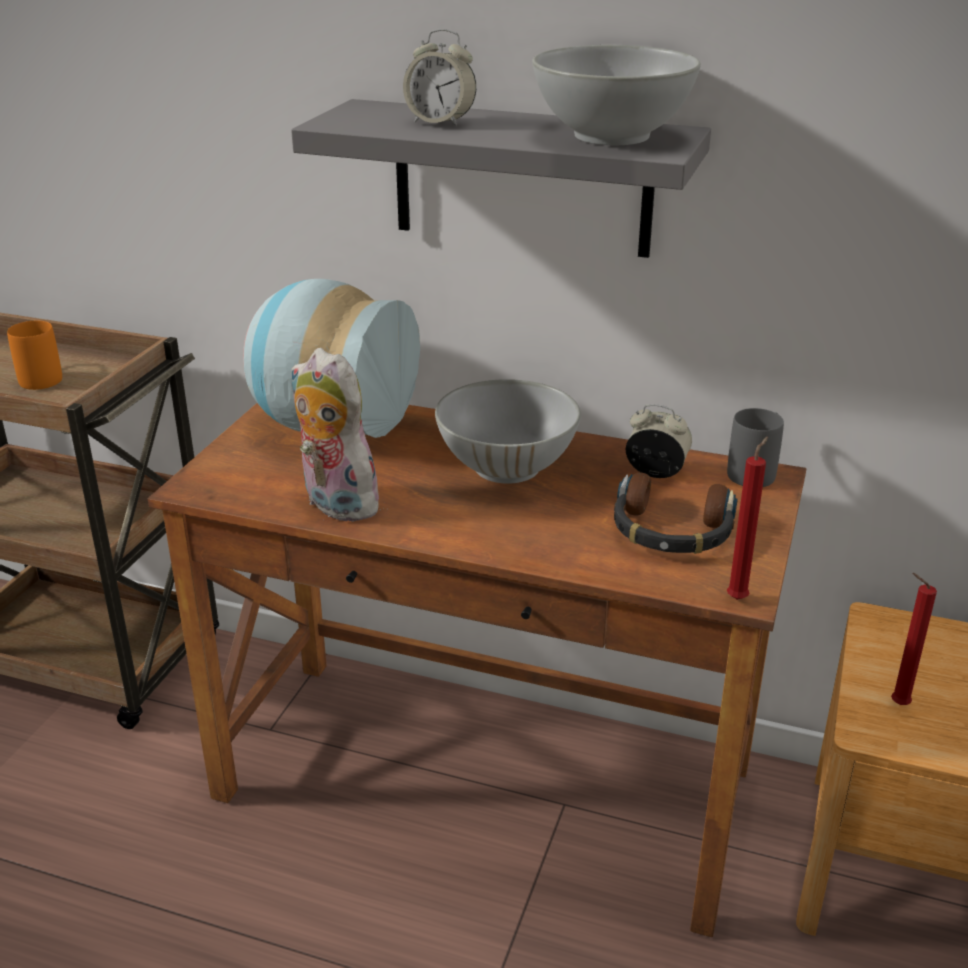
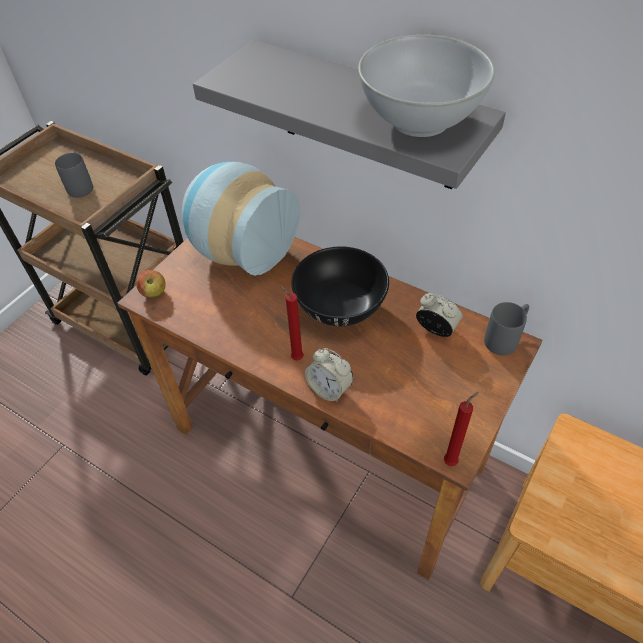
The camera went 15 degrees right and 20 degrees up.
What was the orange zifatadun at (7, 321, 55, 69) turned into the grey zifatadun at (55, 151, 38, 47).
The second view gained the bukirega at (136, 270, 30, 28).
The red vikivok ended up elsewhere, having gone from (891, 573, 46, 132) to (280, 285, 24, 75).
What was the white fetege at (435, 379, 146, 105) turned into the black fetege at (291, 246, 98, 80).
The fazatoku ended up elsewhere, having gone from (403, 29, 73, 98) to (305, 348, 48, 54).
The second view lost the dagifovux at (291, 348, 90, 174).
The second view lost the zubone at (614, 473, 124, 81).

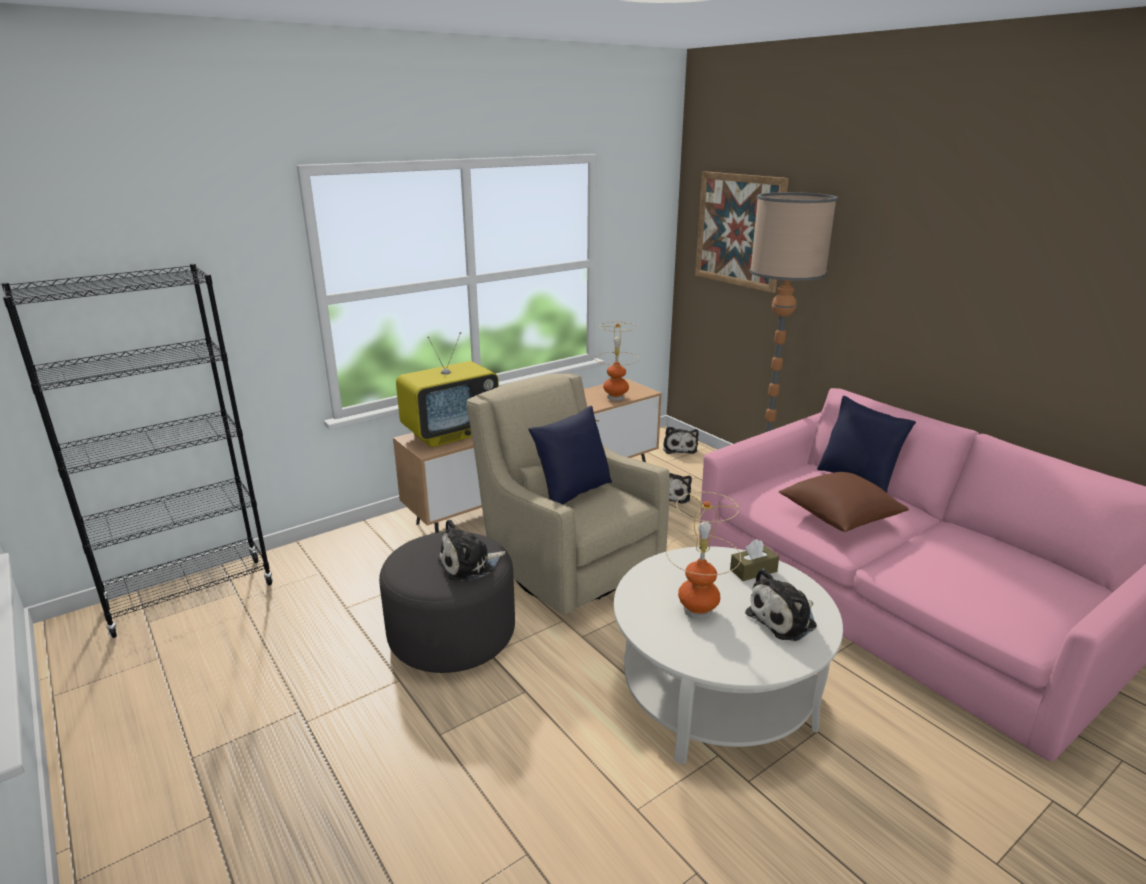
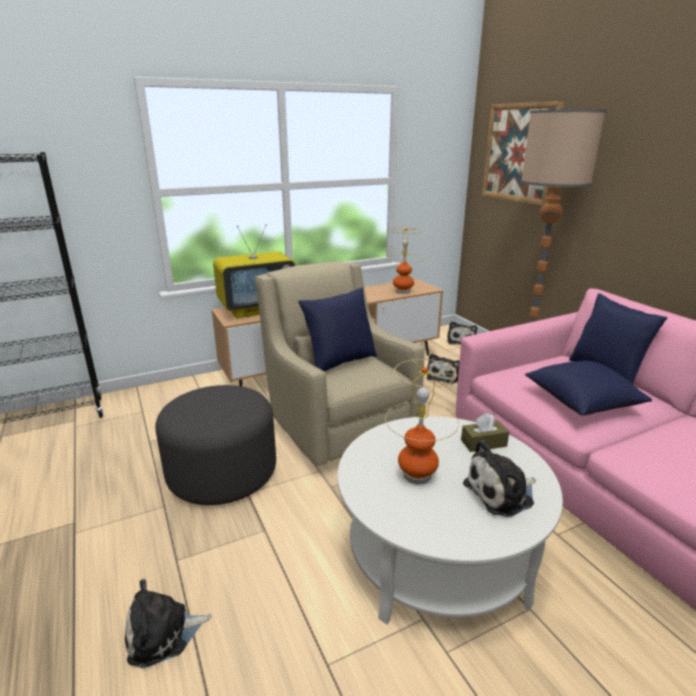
The camera went 10 degrees right and 0 degrees up.
The dagifovux ended up elsewhere, having gone from (438, 519, 67, 63) to (125, 579, 87, 89).
What was the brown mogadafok at (779, 472, 130, 60) turned into the blue mogadafok at (525, 361, 127, 54).

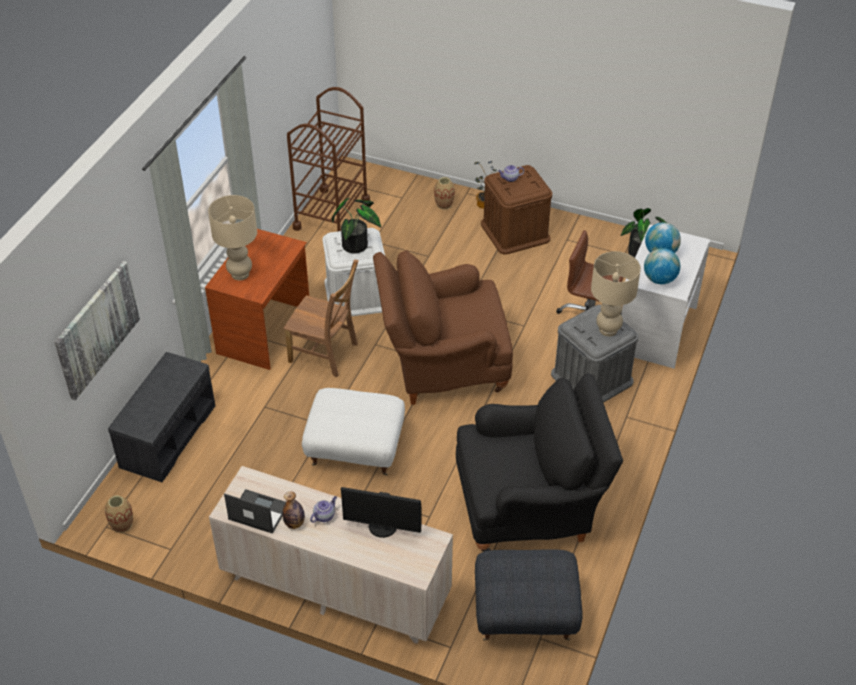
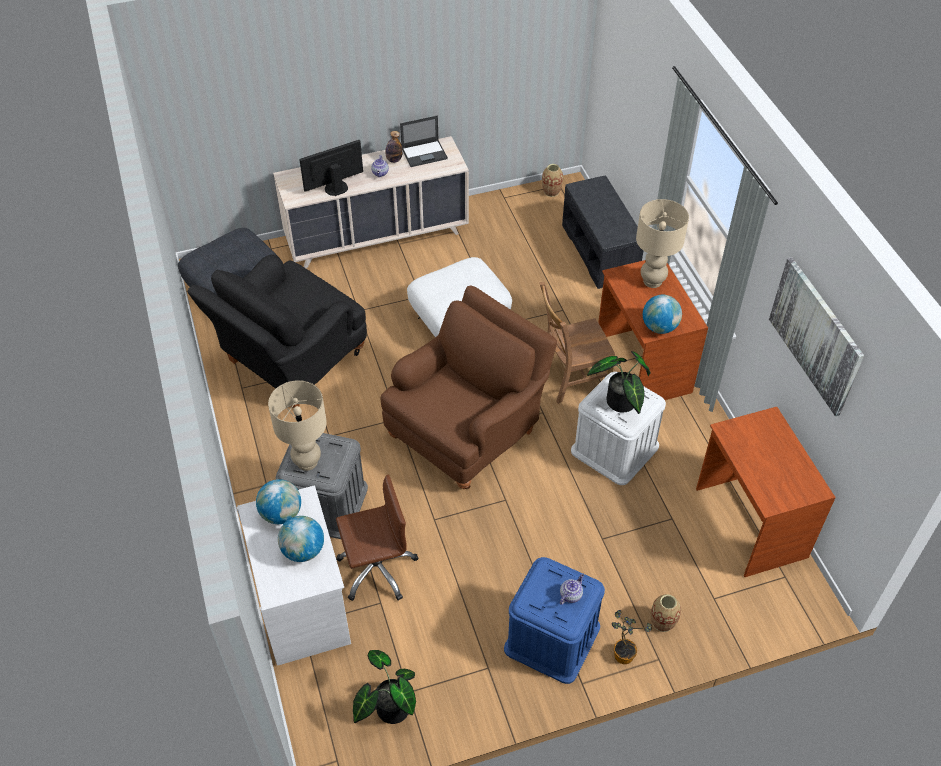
The camera went 140 degrees right and 5 degrees up.
What was the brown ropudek at (481, 165, 71, 90) turned into the blue ropudek at (504, 557, 101, 127).
The second view gained the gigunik at (643, 295, 39, 39).
Where the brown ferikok stood at (287, 87, 83, 144), the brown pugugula came to stand at (696, 407, 140, 170).
The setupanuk ended up elsewhere, having gone from (55, 261, 85, 139) to (769, 257, 95, 159).

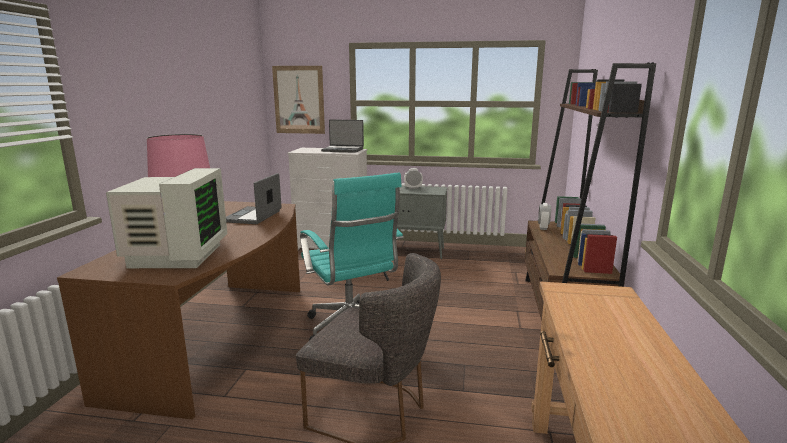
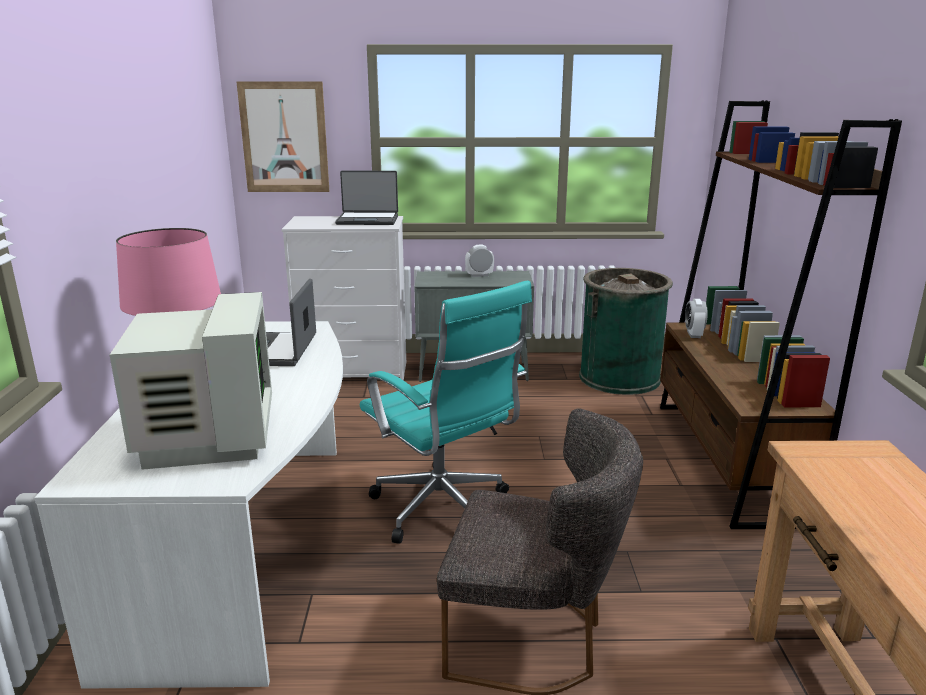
The camera went 10 degrees left and 5 degrees up.
What was the brown pugugula at (57, 201, 243, 219) turned into the white pugugula at (34, 321, 309, 368).
The second view gained the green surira at (579, 268, 94, 127).

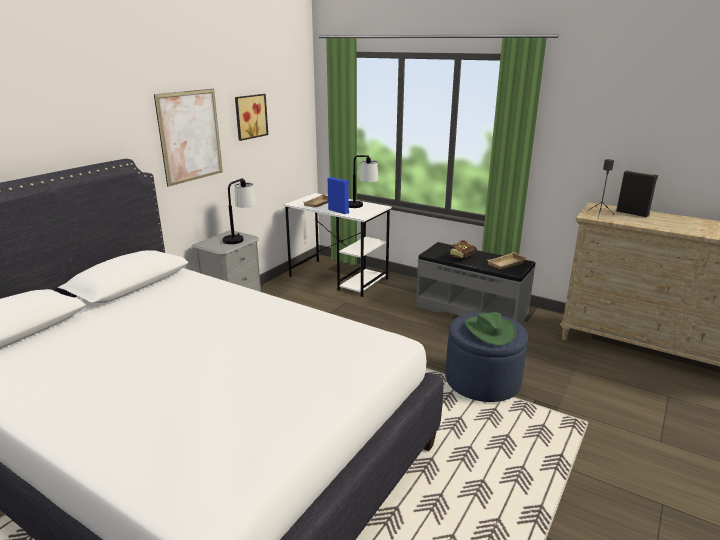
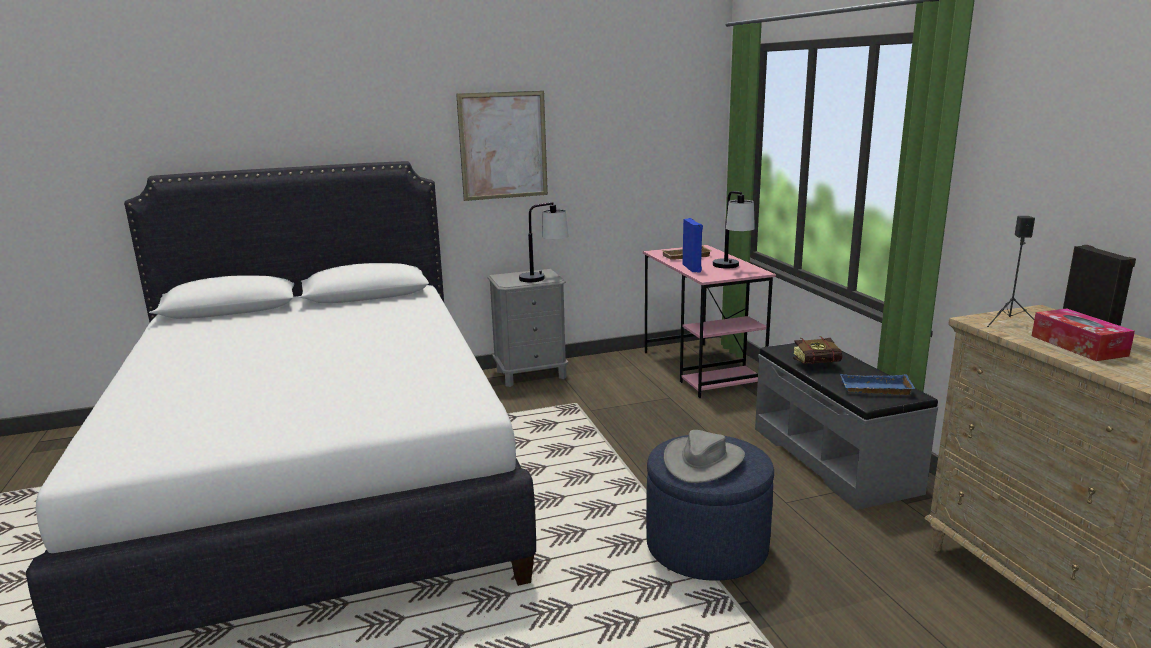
The camera went 40 degrees right and 5 degrees down.
What was the white pugugula at (283, 193, 109, 104) turned into the pink pugugula at (643, 245, 133, 153).
What was the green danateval at (465, 312, 51, 34) turned into the grey danateval at (664, 430, 81, 53).
What was the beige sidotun at (488, 252, 40, 17) turned into the blue sidotun at (840, 374, 76, 21).
The second view gained the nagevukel at (1032, 309, 103, 52).
The second view lost the setupanuk at (235, 94, 33, 47).

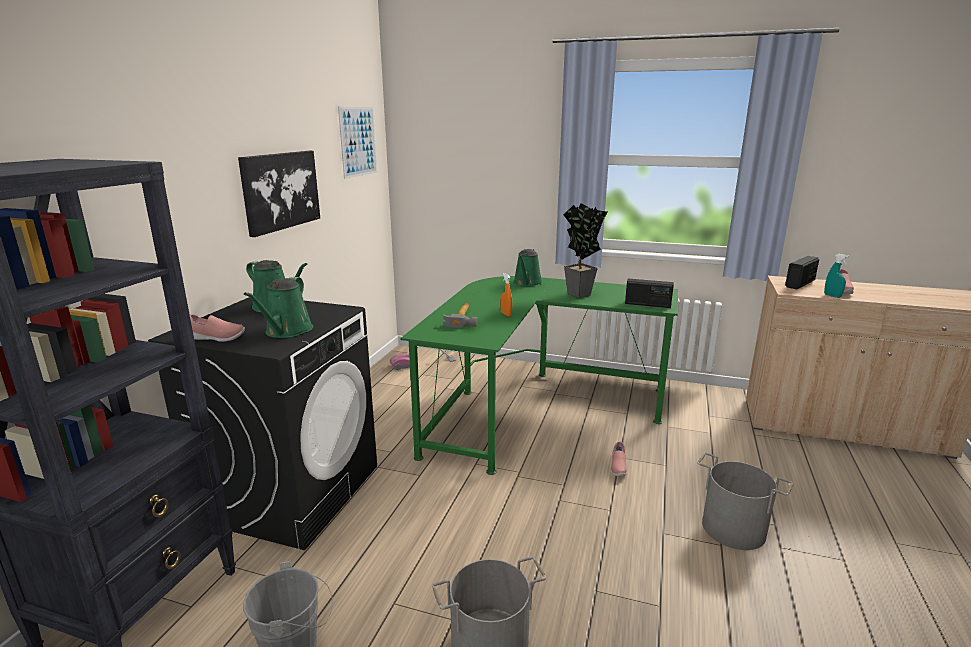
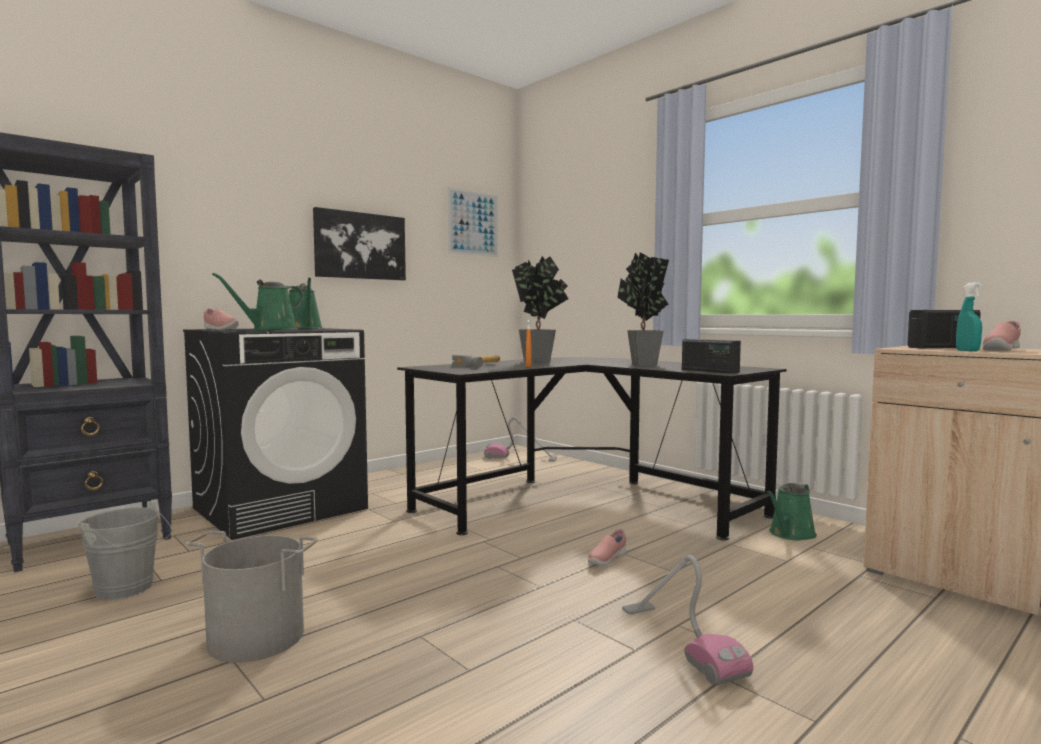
The camera went 30 degrees right and 15 degrees down.
What was the green pugugula at (401, 276, 277, 199) turned into the black pugugula at (397, 357, 390, 183).
The second view gained the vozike at (512, 256, 57, 107).
Where the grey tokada stood at (697, 453, 96, 97), the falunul came to stand at (622, 555, 131, 130).
The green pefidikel ended up elsewhere, having gone from (513, 249, 30, 38) to (766, 483, 51, 58).

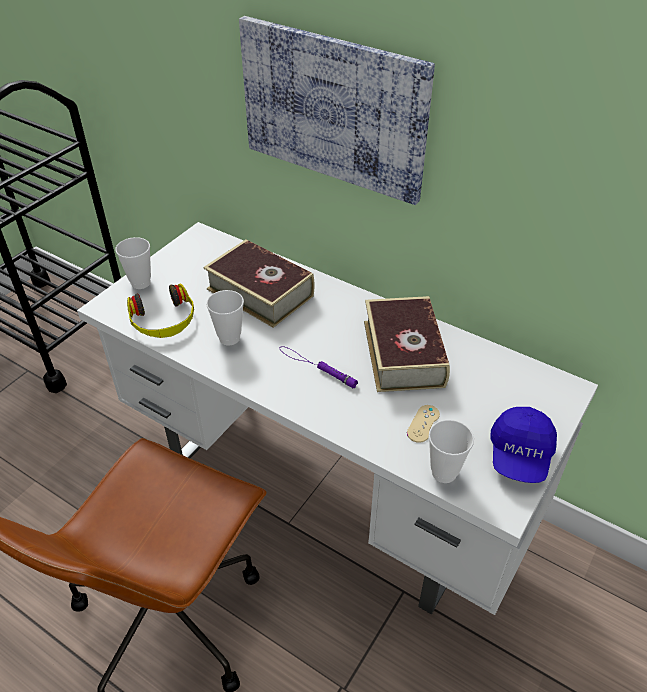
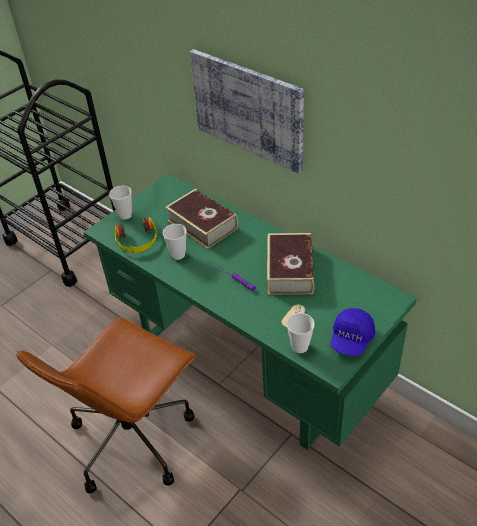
The camera went 10 degrees right and 0 degrees up.
What was the white pugugula at (77, 222, 521, 393) turned into the green pugugula at (83, 174, 334, 276).

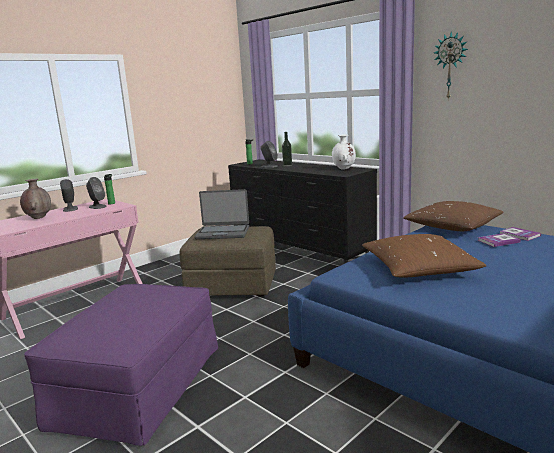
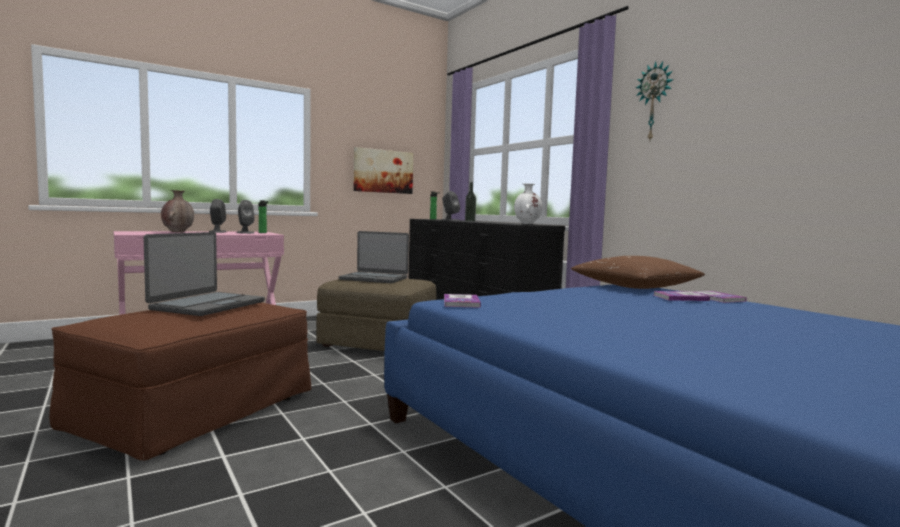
The camera went 10 degrees right and 10 degrees down.
What was the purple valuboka at (24, 284, 194, 162) turned into the brown valuboka at (49, 302, 262, 159).
The second view gained the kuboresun at (144, 232, 121, 84).
The second view gained the setupanuk at (353, 147, 60, 47).
The second view gained the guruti at (444, 294, 37, 14).
The second view lost the brown mogadafok at (362, 234, 124, 44).

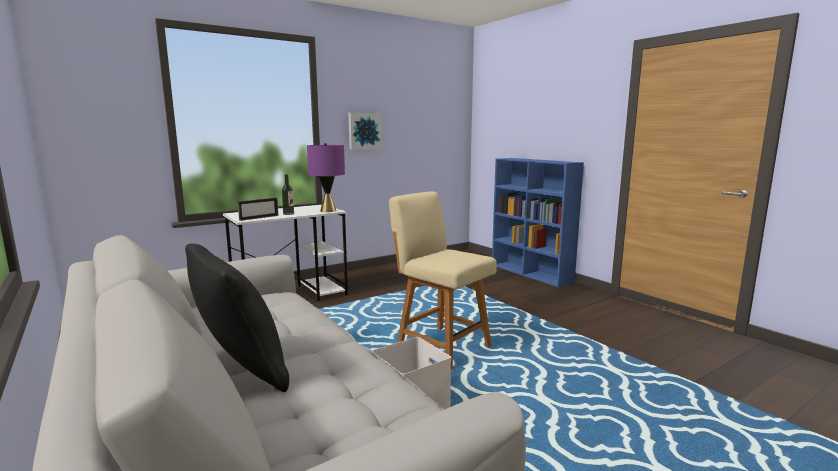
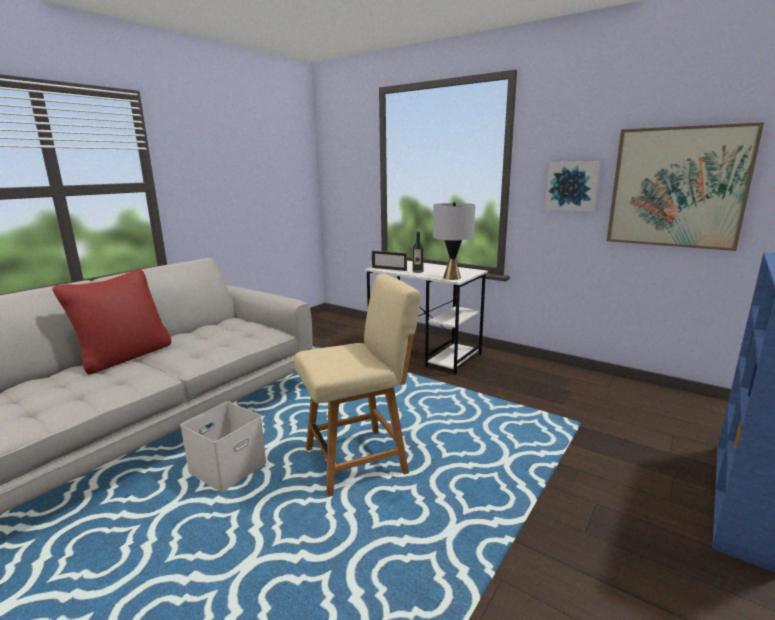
The camera went 70 degrees right and 5 degrees up.
What was the black mogadafok at (185, 244, 104, 148) turned into the red mogadafok at (52, 270, 119, 104).
The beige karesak at (389, 192, 108, 178) ended up facing another way, 45 degrees clockwise from before.
What was the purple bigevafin at (307, 143, 38, 69) turned into the grey bigevafin at (433, 202, 42, 78).
The second view gained the setupanuk at (607, 122, 157, 129).

